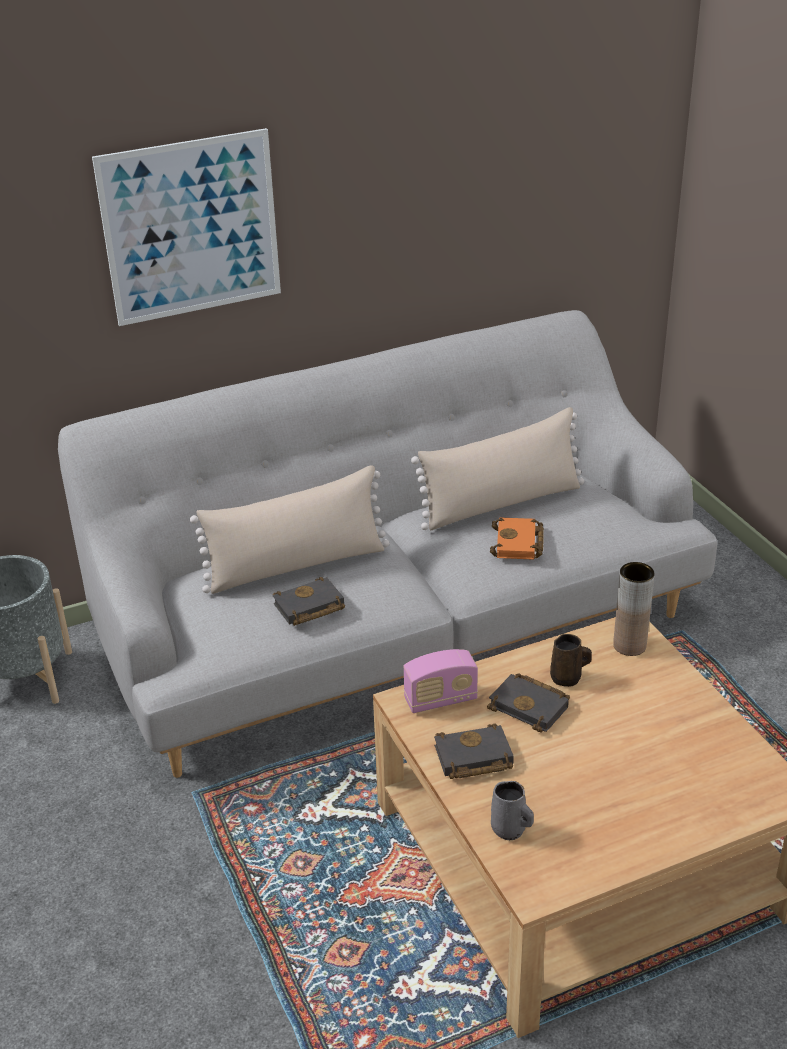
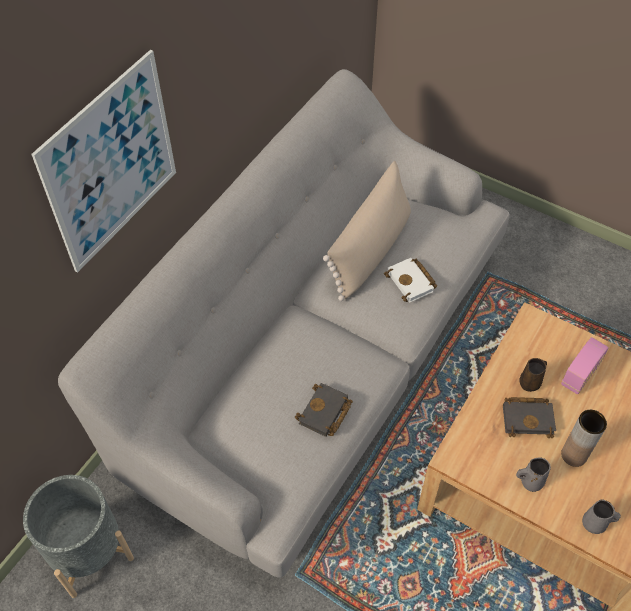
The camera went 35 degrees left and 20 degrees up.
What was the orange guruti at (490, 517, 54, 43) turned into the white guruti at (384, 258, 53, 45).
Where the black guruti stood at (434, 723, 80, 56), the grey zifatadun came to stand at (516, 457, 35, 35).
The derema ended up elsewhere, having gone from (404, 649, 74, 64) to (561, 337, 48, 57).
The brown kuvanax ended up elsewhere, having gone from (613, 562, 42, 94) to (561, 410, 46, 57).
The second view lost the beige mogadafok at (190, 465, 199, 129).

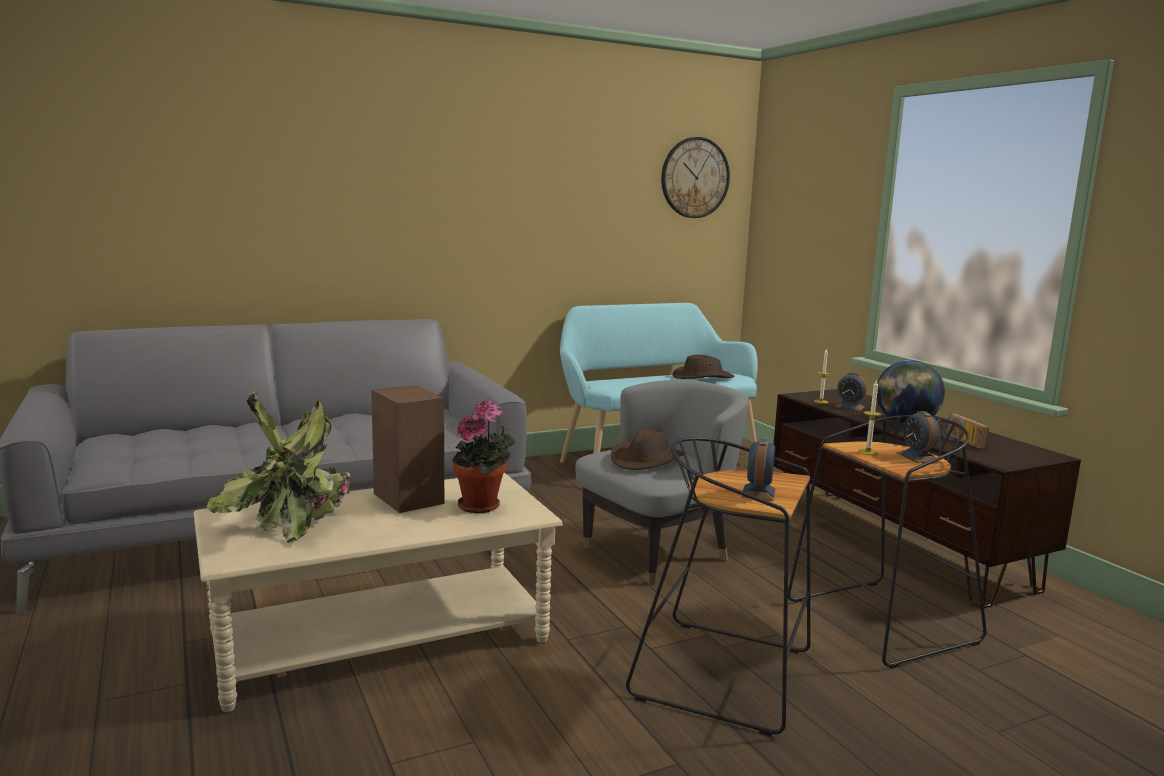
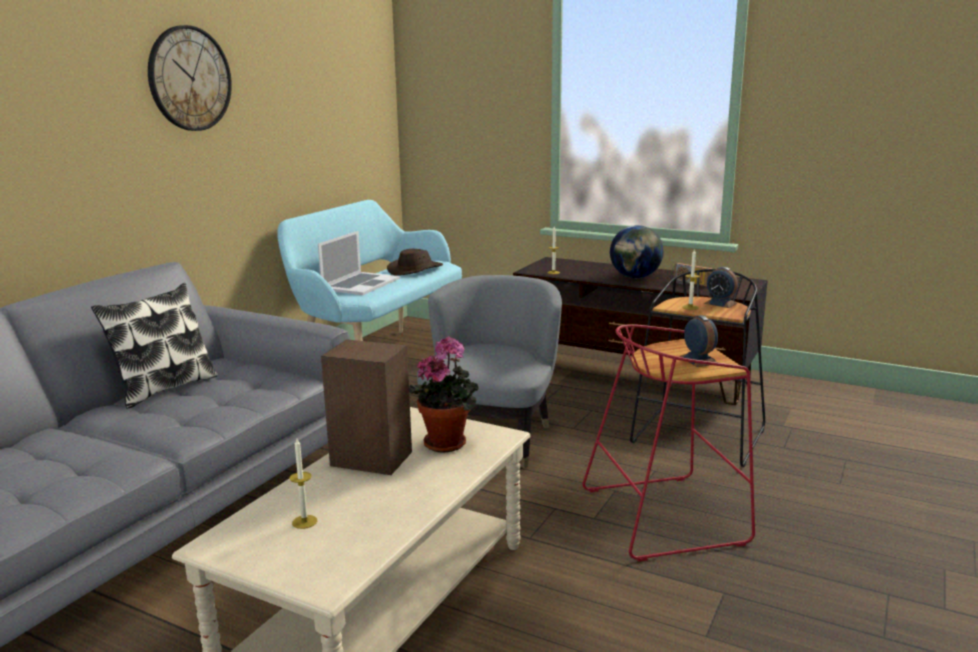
The camera went 35 degrees left and 5 degrees up.
The second view gained the mogadafok at (91, 283, 127, 126).
The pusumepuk ended up elsewhere, having gone from (661, 137, 69, 81) to (148, 25, 84, 106).
Where the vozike stood at (207, 391, 143, 152), the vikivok came to stand at (290, 439, 27, 90).
The second view gained the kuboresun at (318, 231, 82, 64).
What was the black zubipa at (626, 437, 185, 299) turned into the red zubipa at (582, 324, 173, 238).
The second view lost the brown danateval at (611, 428, 72, 42).
The second view lost the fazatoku at (836, 373, 31, 38).

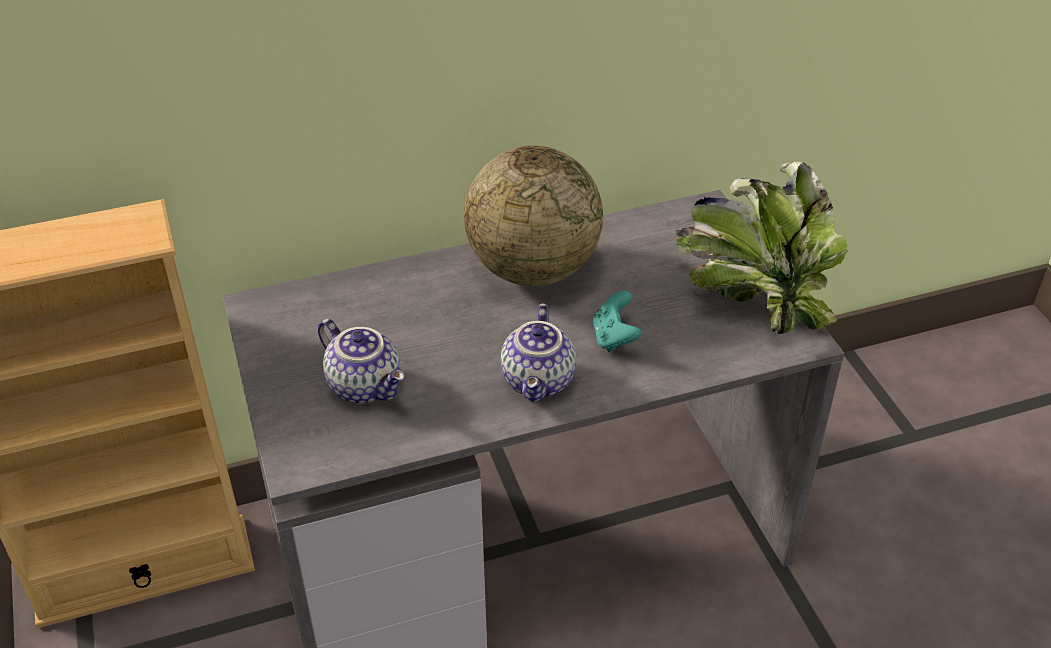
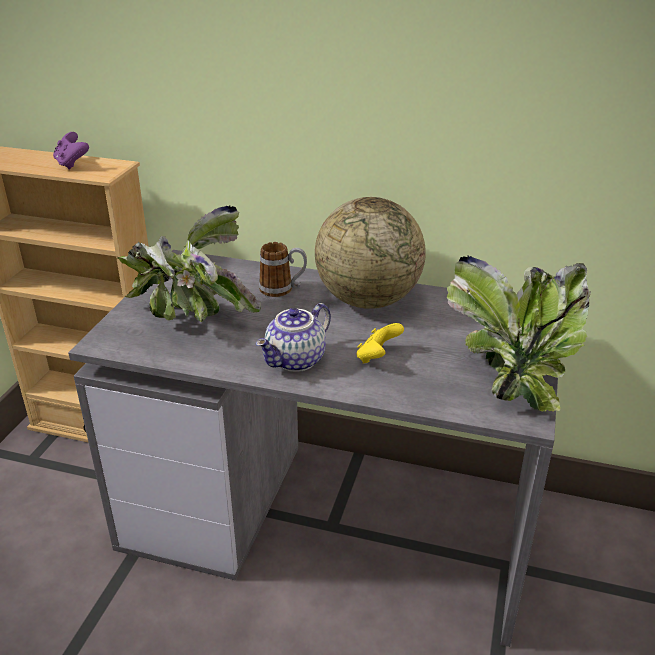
The camera went 35 degrees right and 10 degrees down.
The second view gained the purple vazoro at (53, 132, 36, 38).
Where the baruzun stood at (318, 319, 86, 85), the vozike came to stand at (117, 206, 144, 116).
The second view gained the zifatadun at (259, 242, 48, 55).
What was the turquoise vazoro at (592, 291, 50, 61) turned into the yellow vazoro at (356, 323, 48, 41).

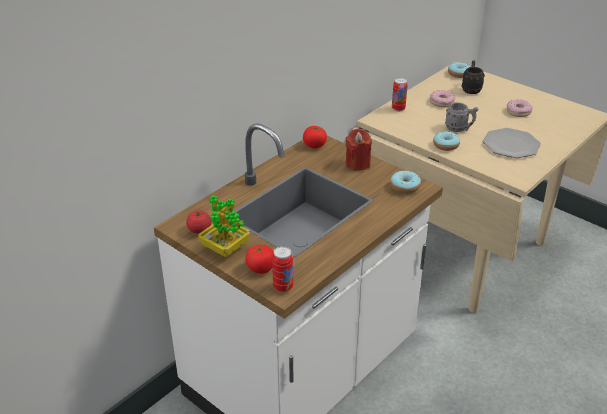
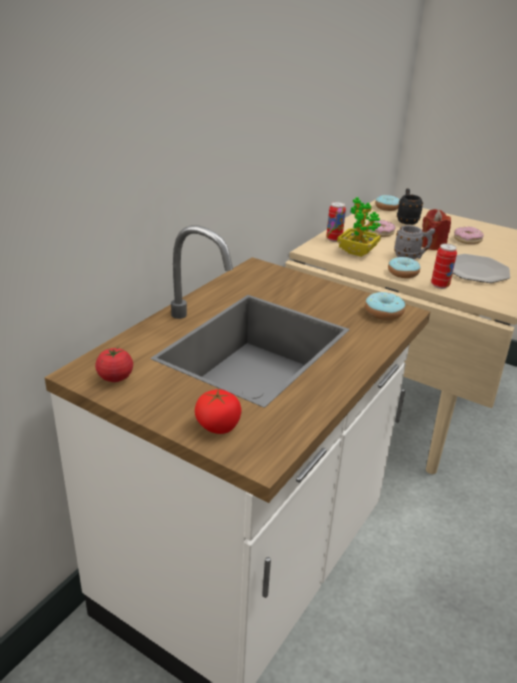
The camera went 10 degrees left and 5 degrees down.
The vozike ended up elsewhere, having gone from (198, 195, 52, 62) to (337, 197, 44, 60).
The red vikivok ended up elsewhere, having gone from (345, 128, 27, 43) to (422, 209, 29, 41).
The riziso ended up elsewhere, having gone from (272, 246, 21, 47) to (431, 243, 26, 46).
The second view lost the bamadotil at (303, 126, 24, 22).

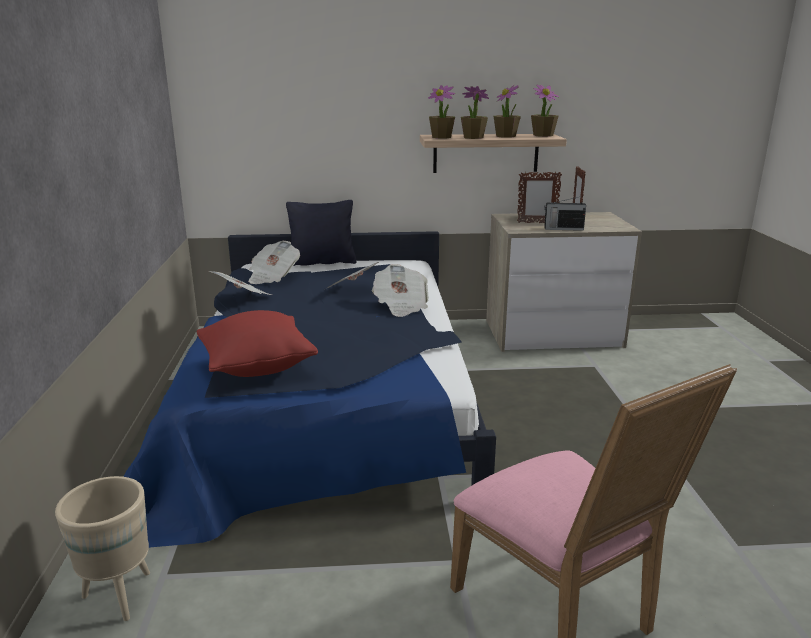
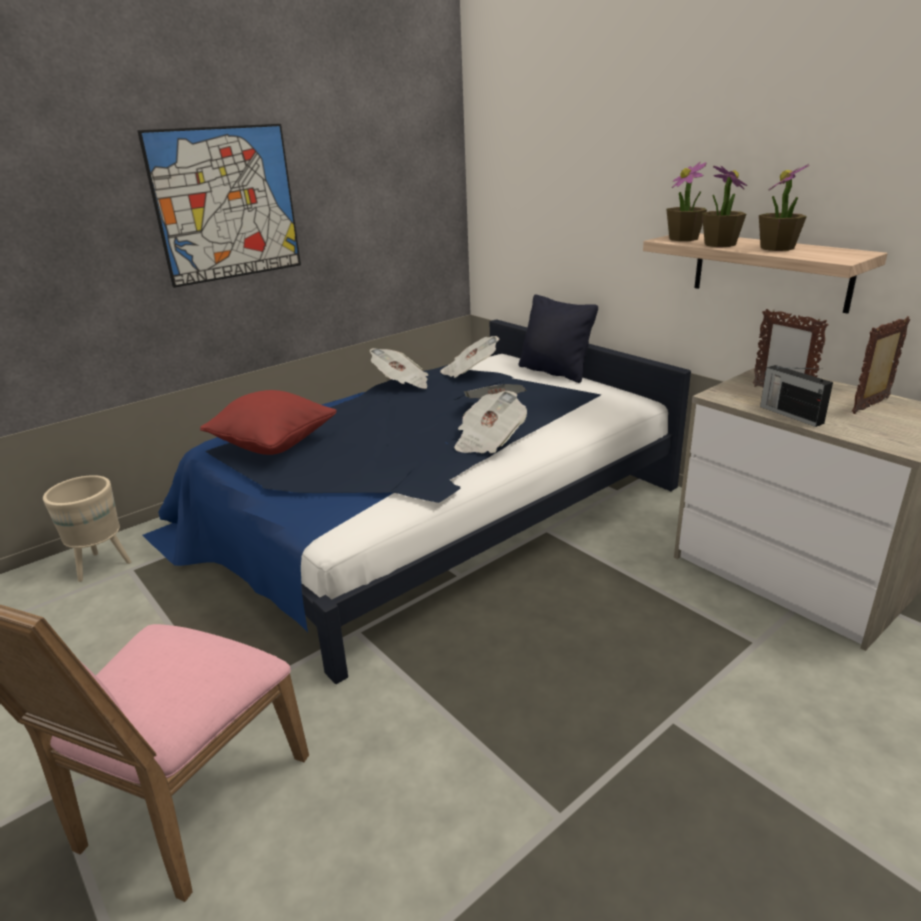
The camera went 55 degrees right and 5 degrees up.
The second view gained the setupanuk at (137, 124, 164, 164).
The second view lost the vozike at (531, 85, 28, 52).

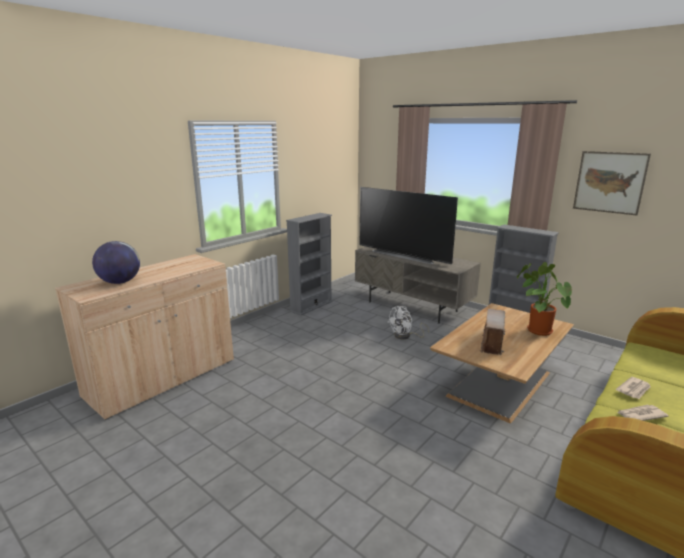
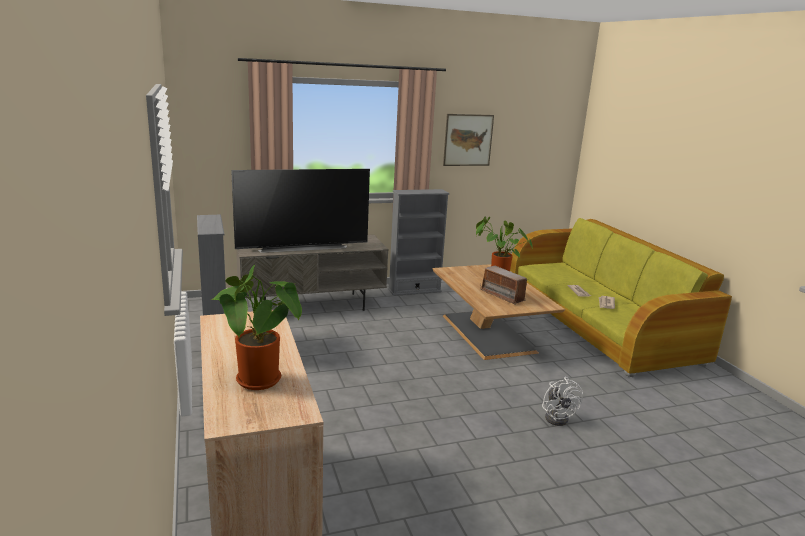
The camera went 60 degrees left and 0 degrees up.
Where the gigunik stood at (92, 241, 48, 43), the vozike came to stand at (210, 265, 92, 125).
The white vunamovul ended up elsewhere, having gone from (387, 306, 42, 33) to (542, 377, 41, 49).

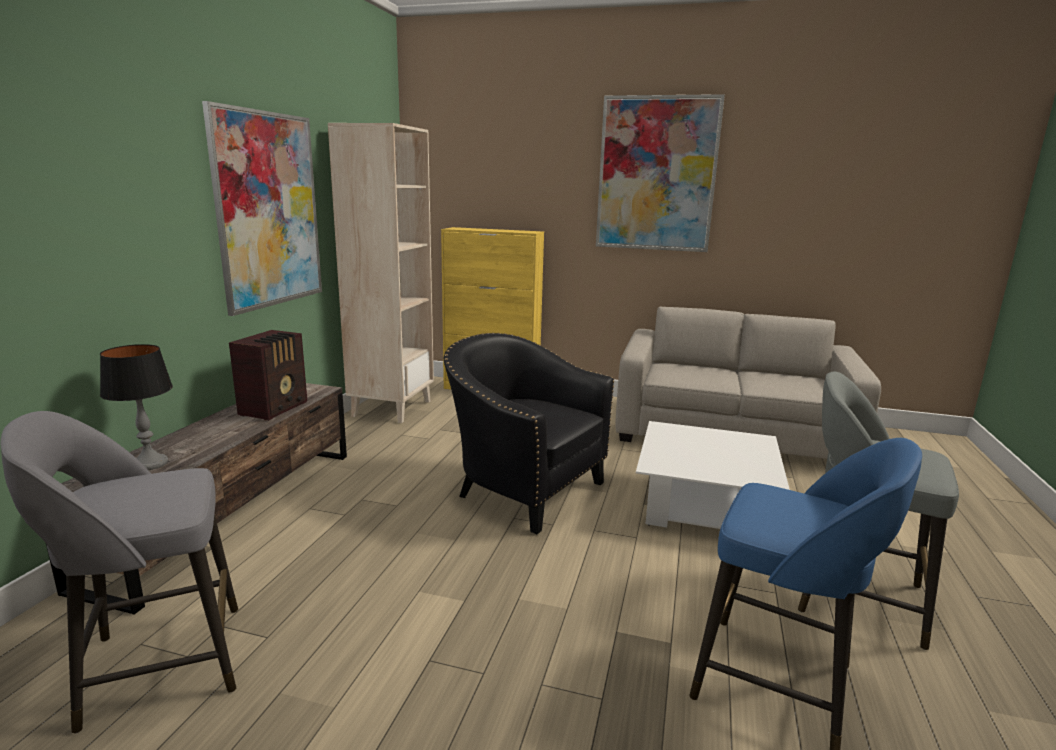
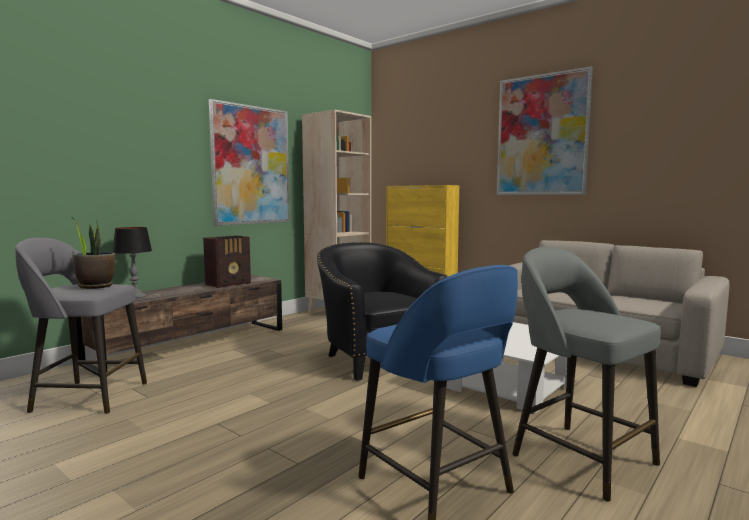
The camera went 25 degrees right and 10 degrees down.
The second view gained the vozike at (72, 218, 43, 71).

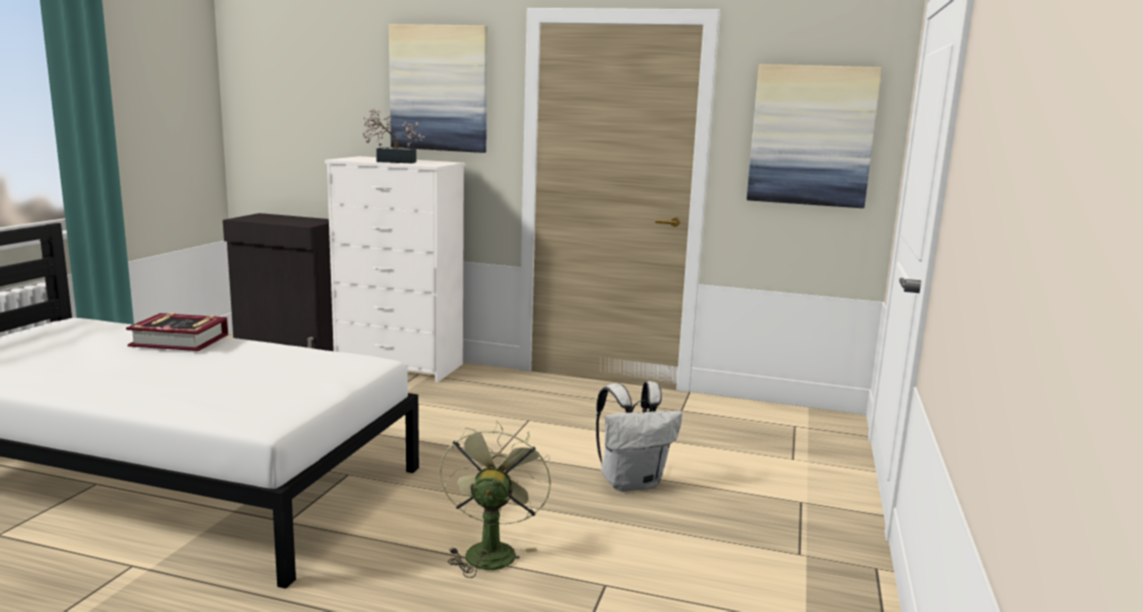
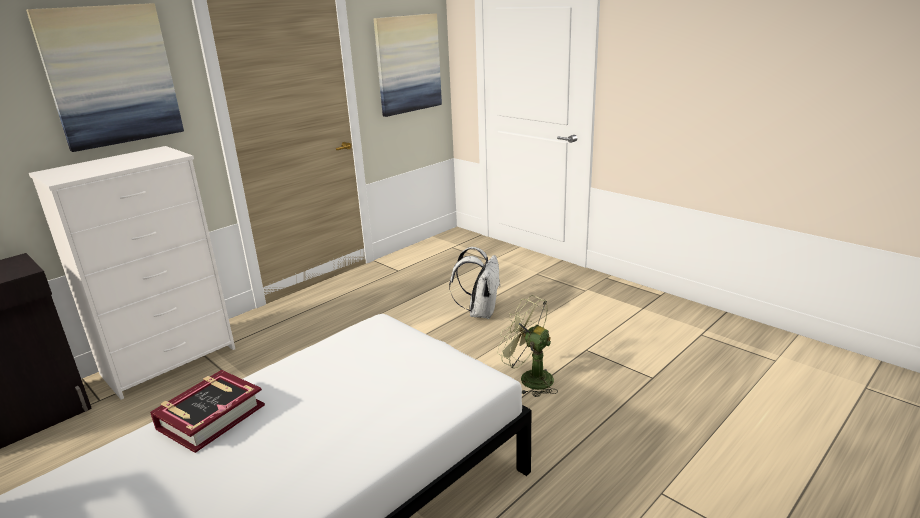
The camera went 60 degrees left and 10 degrees up.
The second view lost the vozike at (363, 109, 62, 54).

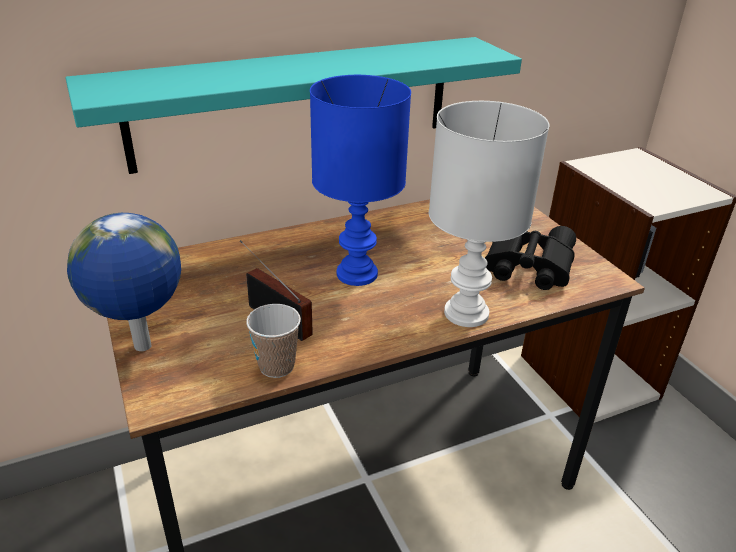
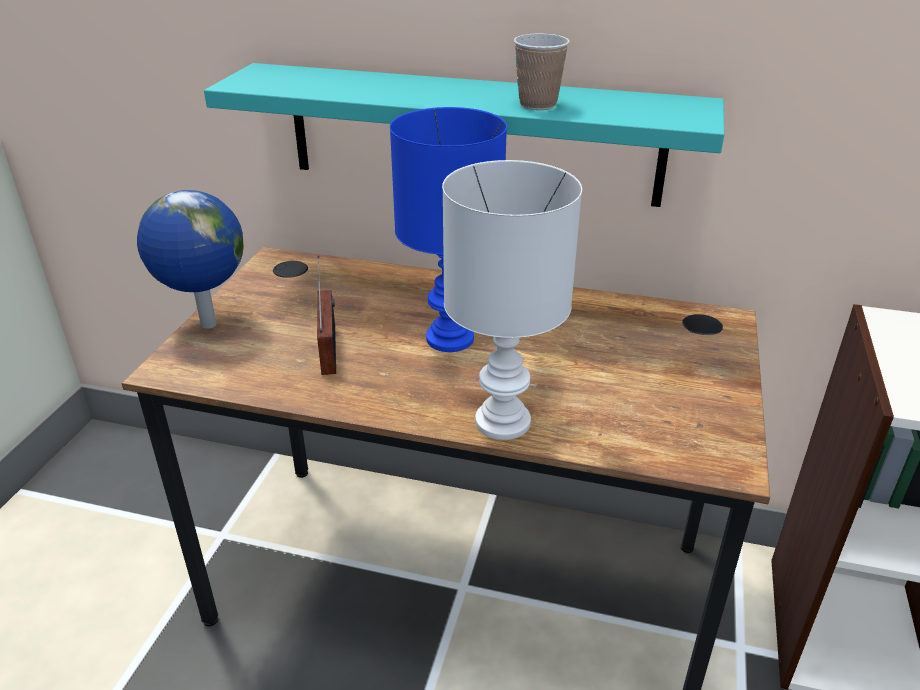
The camera went 40 degrees right and 0 degrees up.
The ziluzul ended up elsewhere, having gone from (246, 304, 55, 74) to (514, 34, 56, 76).
The second view lost the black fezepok at (485, 226, 91, 64).

